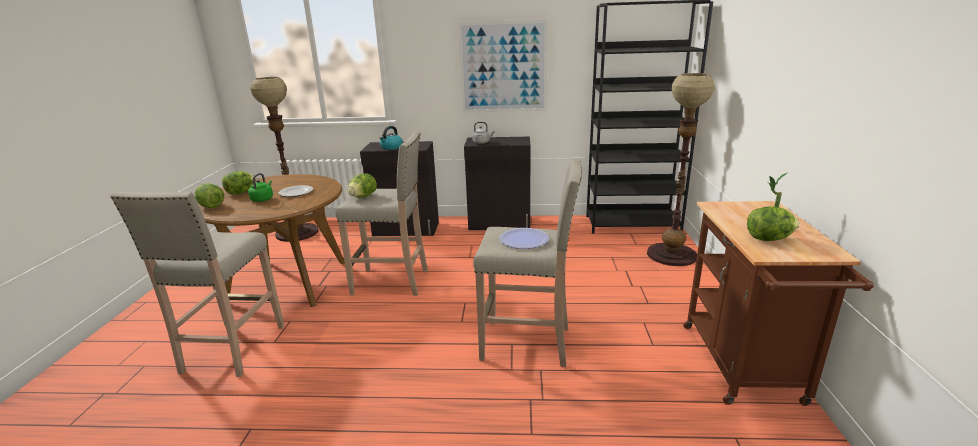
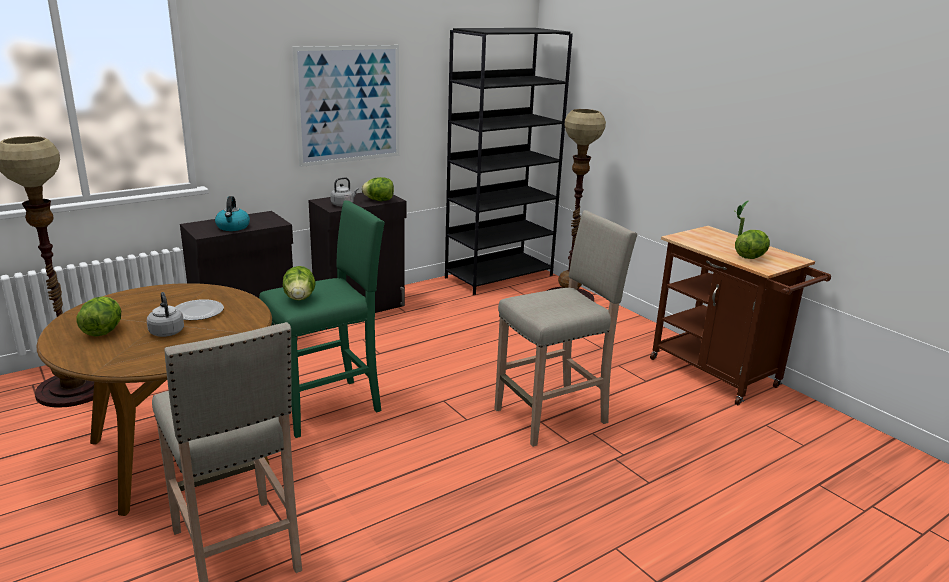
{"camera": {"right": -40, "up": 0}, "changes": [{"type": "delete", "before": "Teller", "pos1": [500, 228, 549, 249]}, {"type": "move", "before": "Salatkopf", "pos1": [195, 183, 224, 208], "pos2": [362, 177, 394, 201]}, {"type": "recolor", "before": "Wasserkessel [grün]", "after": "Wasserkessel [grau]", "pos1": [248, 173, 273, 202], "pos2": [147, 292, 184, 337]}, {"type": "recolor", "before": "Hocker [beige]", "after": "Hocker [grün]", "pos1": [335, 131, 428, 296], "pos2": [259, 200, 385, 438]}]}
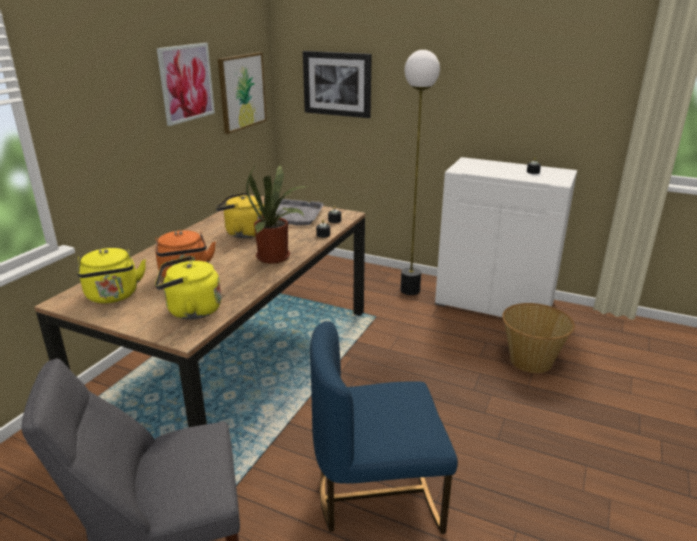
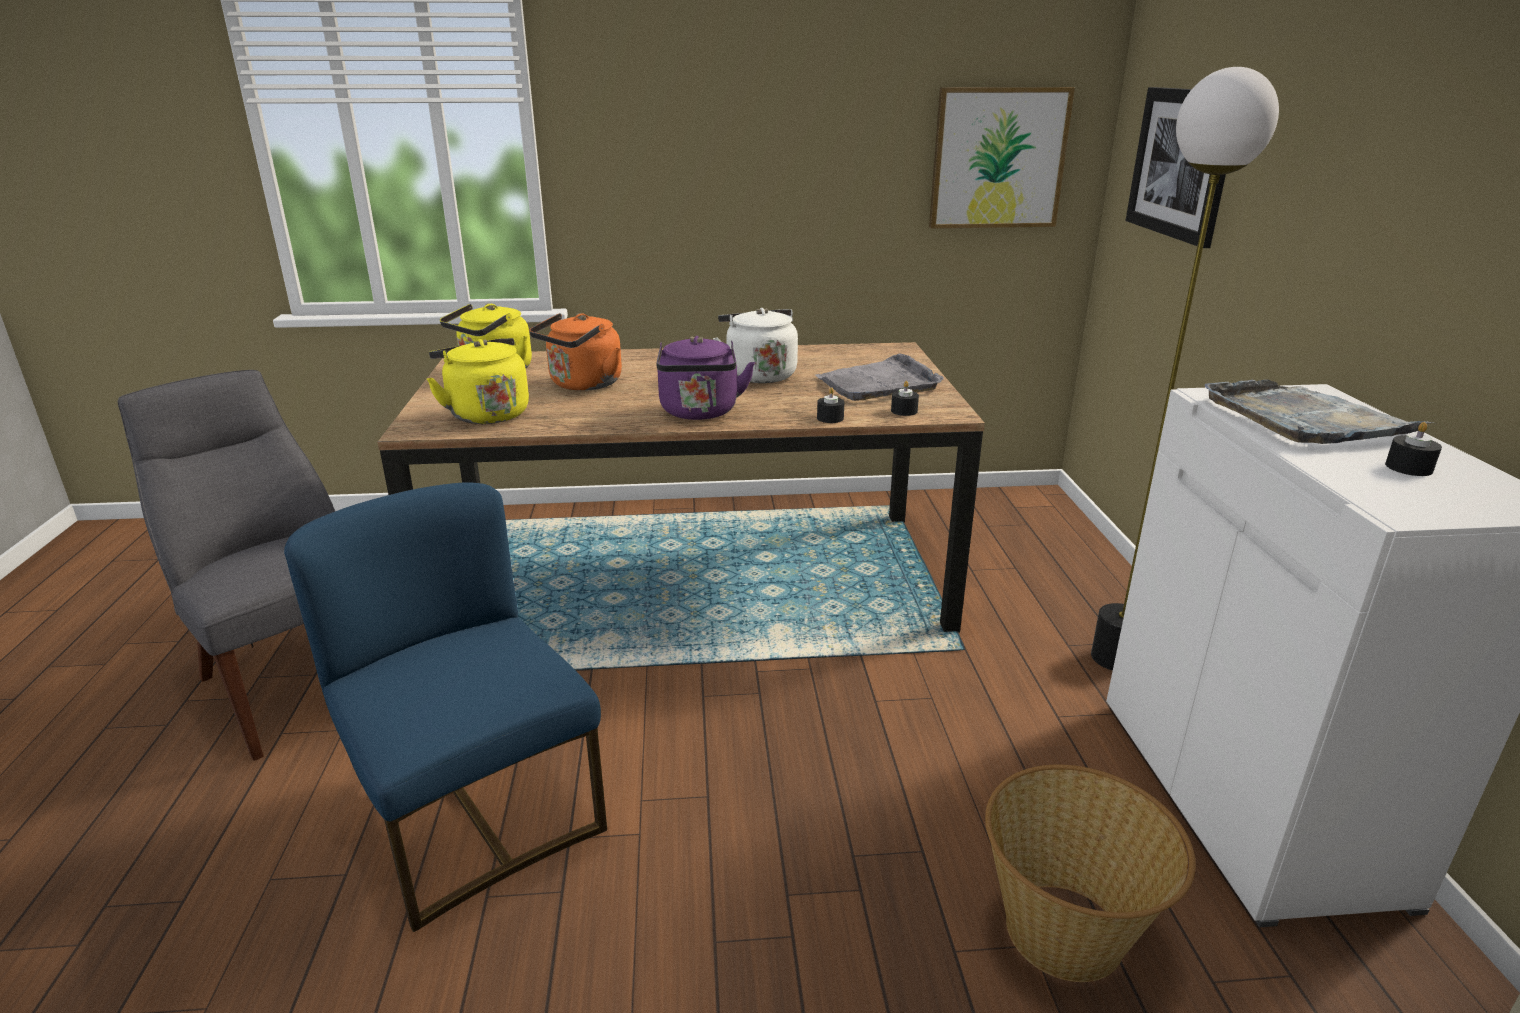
{"camera": {"right": 60, "up": 0}, "changes": [{"type": "delete", "before": "Bild", "pos1": [157, 43, 215, 126]}, {"type": "insert", "after": "Tablett [grau]", "pos2": [1205, 379, 1434, 444]}, {"type": "replace", "before": "Topfpflanze", "after": "Wasserkessel [lila]", "pos1": [246, 164, 309, 264], "pos2": [657, 336, 755, 420]}, {"type": "recolor", "before": "Wasserkessel [gelb]", "after": "Wasserkessel [weiß]", "pos1": [216, 192, 264, 238], "pos2": [713, 308, 798, 383]}]}
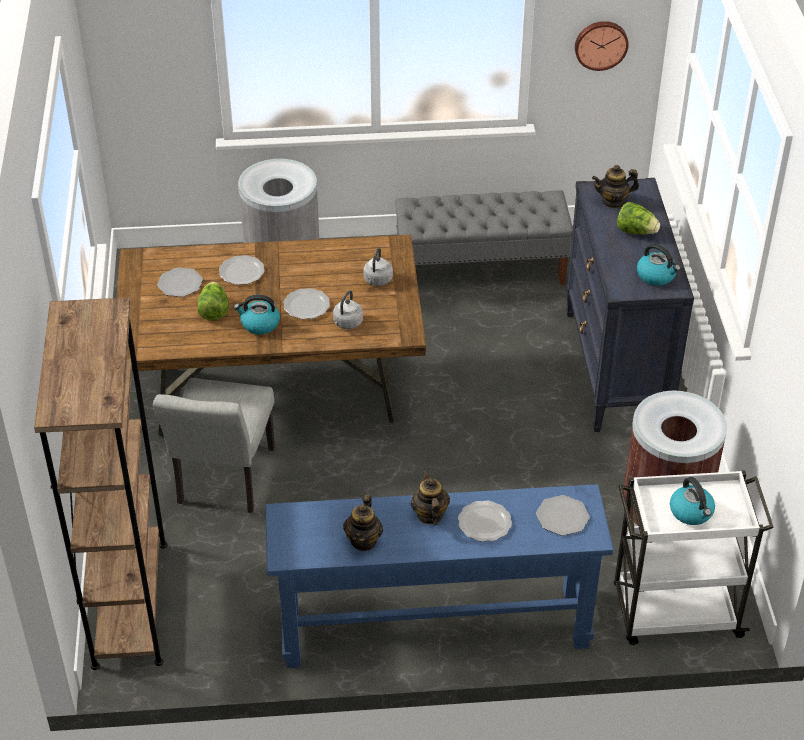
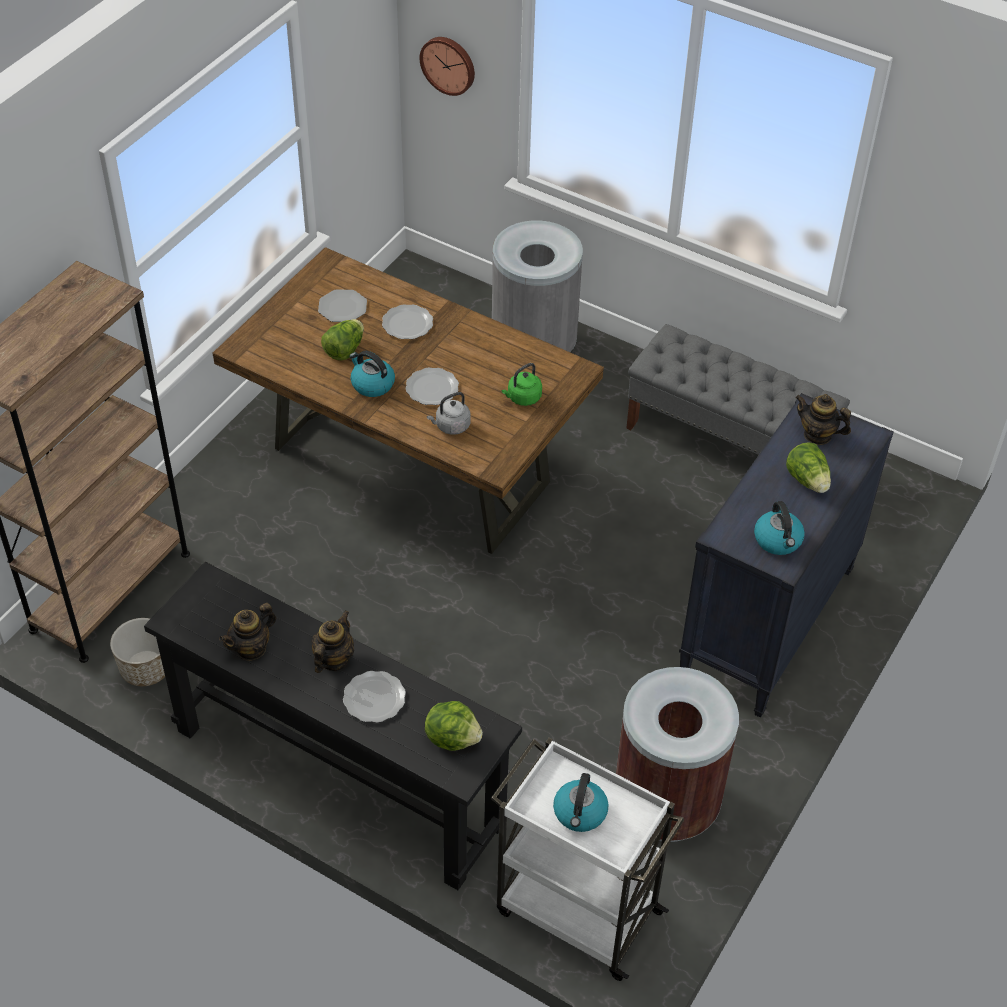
{"camera": {"right": 35, "up": 5}, "changes": [{"type": "delete", "before": "Stuhl [grau]", "pos1": [153, 378, 275, 513]}, {"type": "insert", "after": "Pflanzkübel", "pos2": [110, 618, 165, 686]}, {"type": "move", "before": "Wanduhr", "pos1": [575, 21, 629, 71], "pos2": [420, 37, 475, 96]}, {"type": "replace", "before": "Teller", "after": "Salatkopf", "pos1": [536, 495, 590, 536], "pos2": [425, 701, 483, 751]}, {"type": "recolor", "before": "Konsolentisch [blau]", "after": "Konsolentisch [schwarz]", "pos1": [265, 484, 614, 668], "pos2": [144, 562, 522, 890]}, {"type": "recolor", "before": "Wasserkessel [grau]", "after": "Wasserkessel [grün]", "pos1": [364, 248, 393, 286], "pos2": [502, 363, 542, 406]}]}
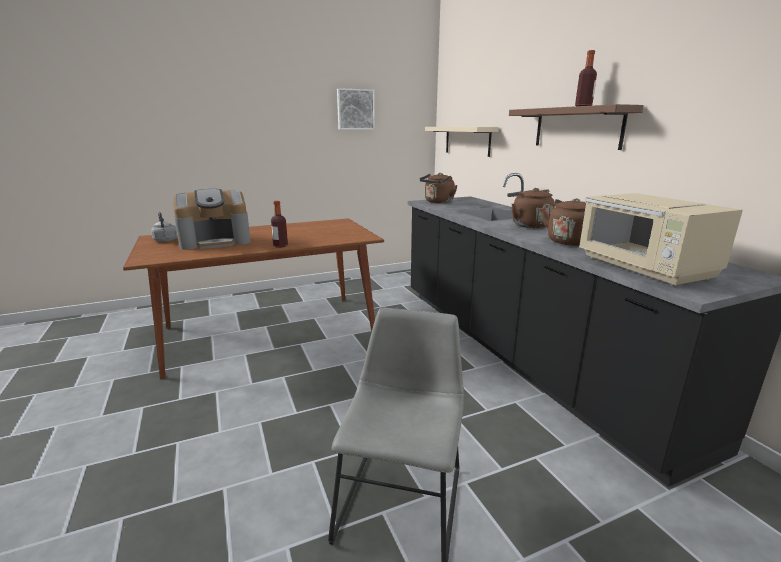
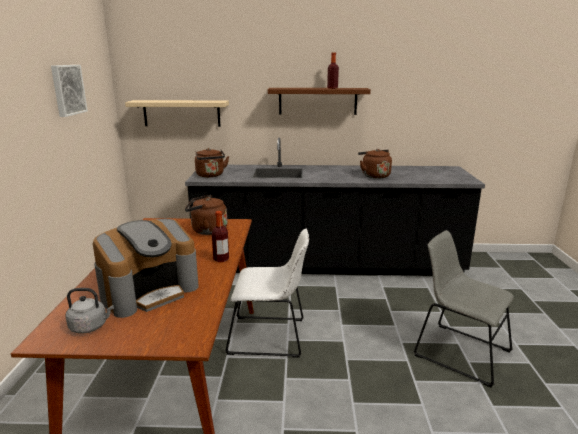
{"camera": {"right": -65, "up": 0}, "changes": [{"type": "delete", "before": "Mikrowelle [beige]", "pos1": [579, 193, 743, 286]}, {"type": "insert", "after": "Stuhl [weiß]", "pos2": [225, 229, 309, 358]}, {"type": "move", "before": "Wasserkessel [braun]", "pos1": [507, 188, 555, 228], "pos2": [185, 195, 228, 235]}, {"type": "rotate", "before": "Kaffeemaschine", "pos1": [173, 189, 251, 250], "pos2": [93, 219, 199, 318], "turn": 45}]}
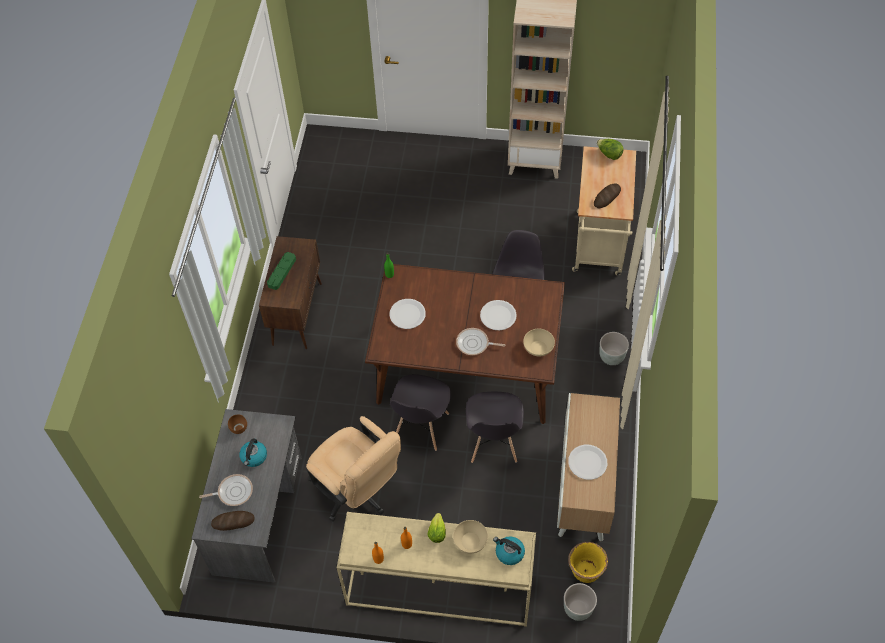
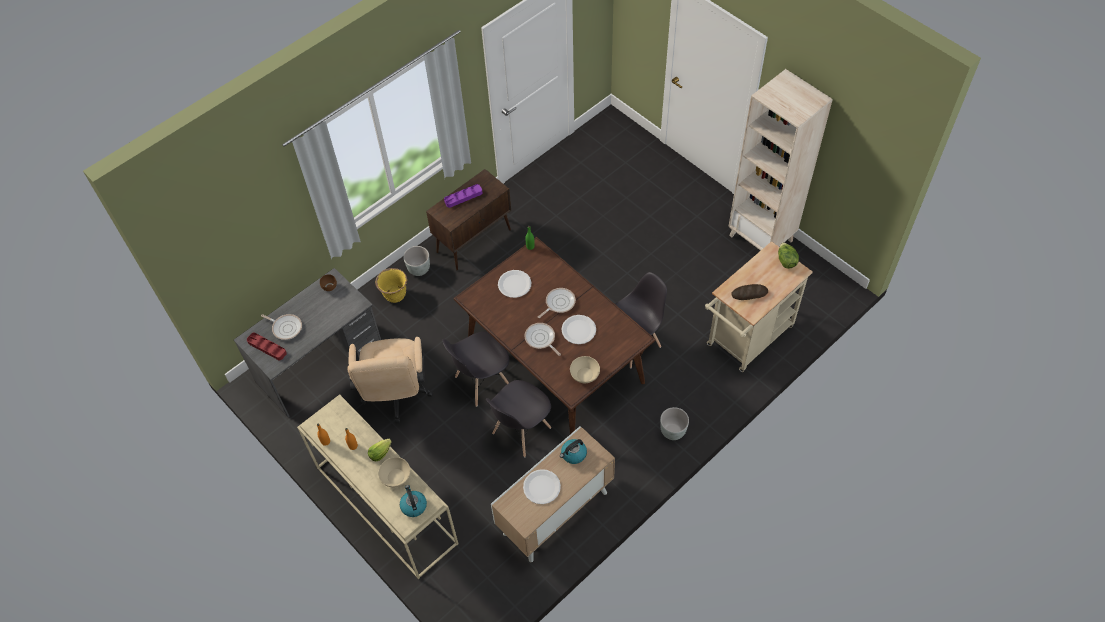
{"camera": {"right": 40, "up": 0}, "changes": [{"type": "insert", "after": "Pfanne", "pos2": [538, 288, 576, 318]}, {"type": "move", "before": "Wasserkessel", "pos1": [239, 438, 267, 467], "pos2": [560, 439, 587, 464]}, {"type": "move", "before": "Pflanzkübel [grau]", "pos1": [564, 583, 597, 621], "pos2": [403, 246, 430, 276]}, {"type": "move", "before": "Pflanzkübel [gelb]", "pos1": [568, 542, 608, 583], "pos2": [375, 268, 407, 303]}, {"type": "replace", "before": "Brot", "after": "Tablett [rot]", "pos1": [211, 511, 255, 531], "pos2": [247, 333, 287, 360]}, {"type": "recolor", "before": "Tablett [grün]", "after": "Tablett [lila]", "pos1": [267, 252, 296, 290], "pos2": [444, 184, 483, 208]}]}
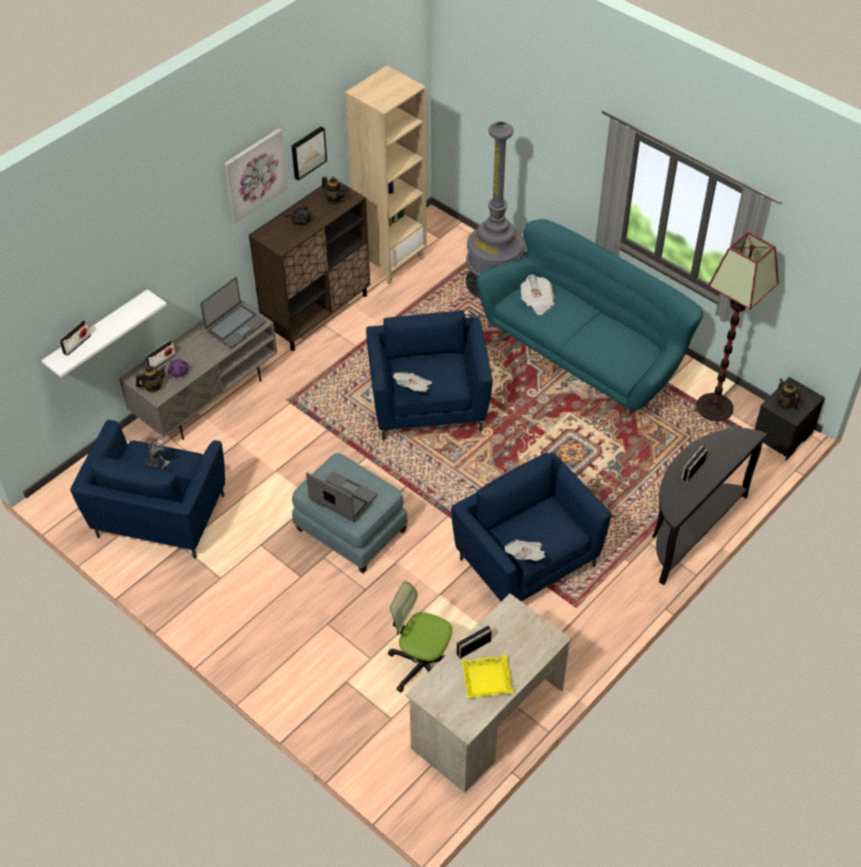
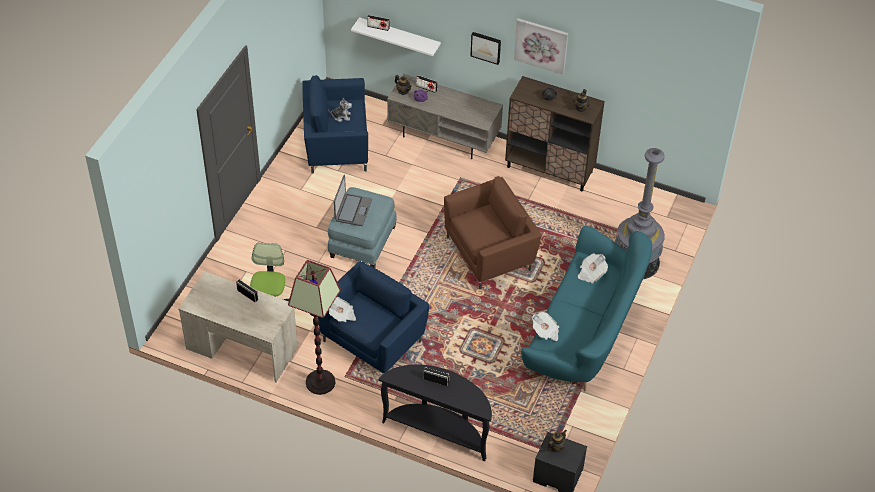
{"camera": {"right": 70, "up": 0}, "changes": [{"type": "delete", "before": "Laptop", "pos1": [200, 277, 266, 348]}, {"type": "delete", "before": "Bücherregal [beige]", "pos1": [345, 66, 427, 284]}, {"type": "delete", "before": "Tablett [gelb]", "pos1": [461, 655, 514, 698]}, {"type": "move", "before": "Bild", "pos1": [292, 126, 327, 180], "pos2": [470, 32, 501, 65]}, {"type": "move", "before": "Zeitung", "pos1": [393, 373, 432, 392], "pos2": [532, 312, 559, 341]}, {"type": "move", "before": "Stehlampe", "pos1": [696, 232, 779, 421], "pos2": [288, 260, 341, 395]}, {"type": "recolor", "before": "Sessel [blau]", "after": "Sessel [braun]", "pos1": [366, 310, 493, 440], "pos2": [444, 176, 541, 289]}]}
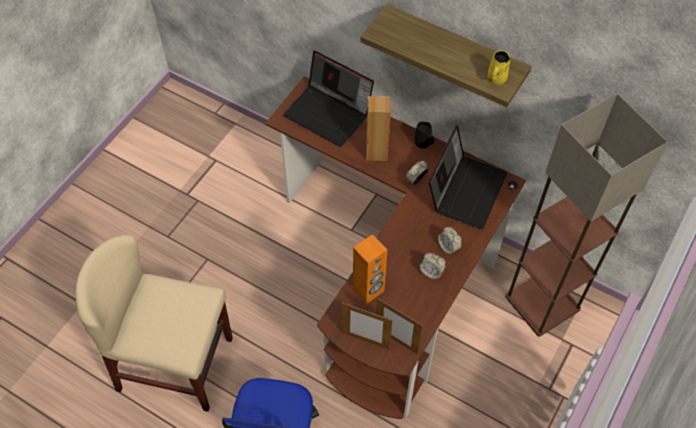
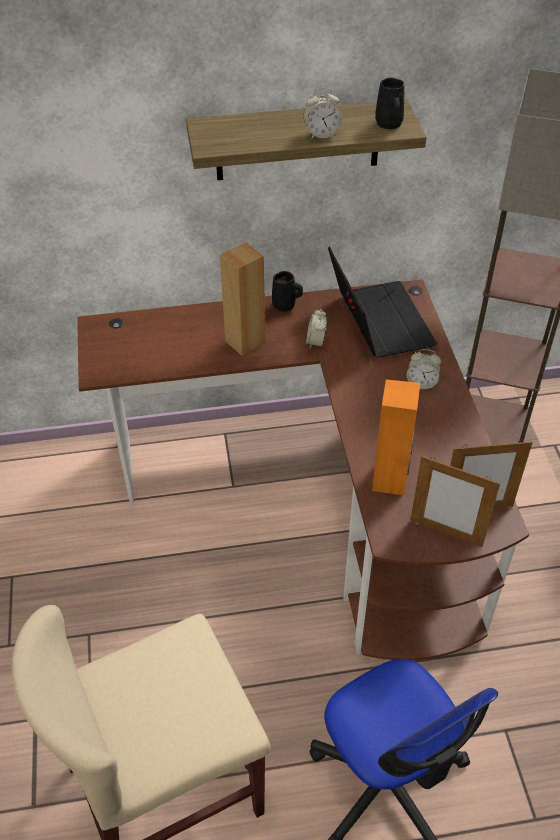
{"camera": {"right": -40, "up": -10}, "changes": [{"type": "delete", "before": "Laptop", "pos1": [283, 51, 374, 147]}, {"type": "move", "before": "Wecker", "pos1": [420, 253, 446, 279], "pos2": [303, 88, 342, 139]}, {"type": "recolor", "before": "Henkelbecher [gelb]", "after": "Henkelbecher [schwarz]", "pos1": [488, 50, 510, 85], "pos2": [375, 78, 404, 129]}, {"type": "rotate", "before": "Bilderrahmen", "pos1": [342, 303, 392, 349], "pos2": [411, 456, 500, 547], "turn": 45}]}
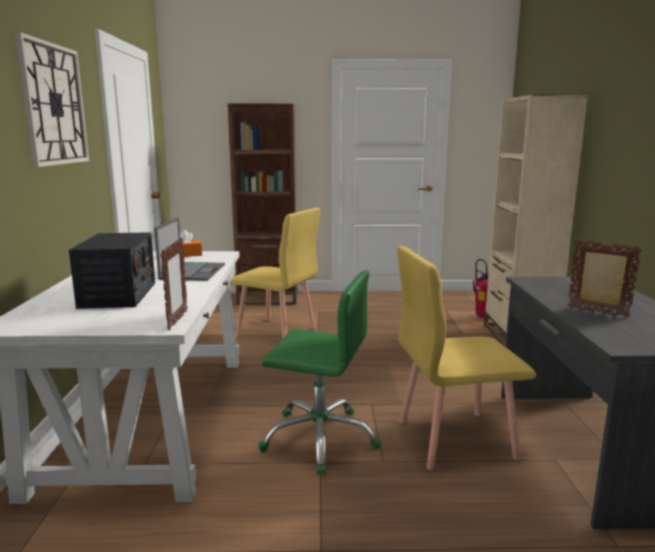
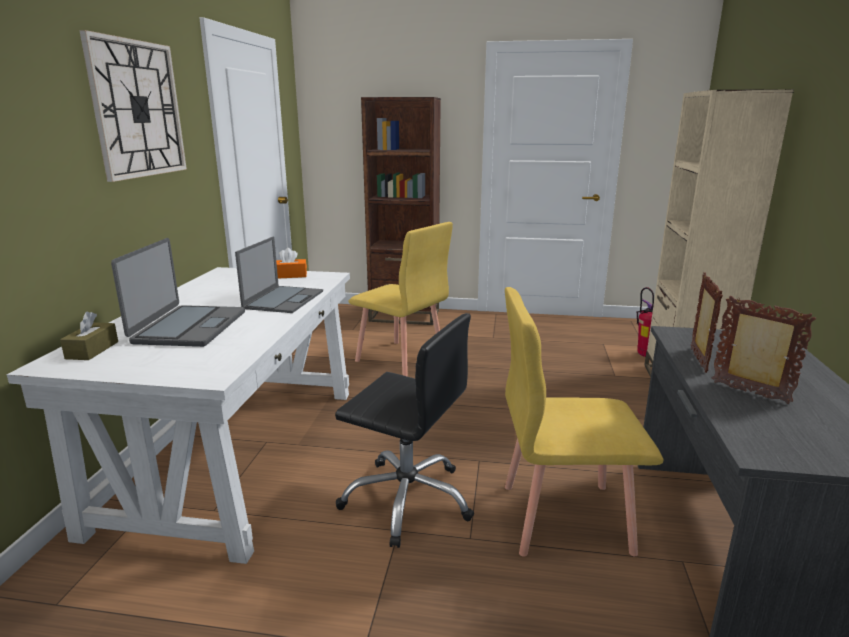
{"camera": {"right": 10, "up": 5}, "changes": [{"type": "insert", "after": "Taschentuchbox [braun]", "pos2": [60, 312, 118, 360]}, {"type": "move", "before": "Bilderrahmen", "pos1": [161, 238, 188, 330], "pos2": [691, 272, 723, 373]}, {"type": "replace", "before": "Radio", "after": "Laptop", "pos1": [69, 232, 155, 309], "pos2": [111, 238, 245, 347]}, {"type": "recolor", "before": "Bürostuhl [grün]", "after": "Bürostuhl [schwarz]", "pos1": [258, 270, 381, 475], "pos2": [335, 313, 474, 548]}]}
